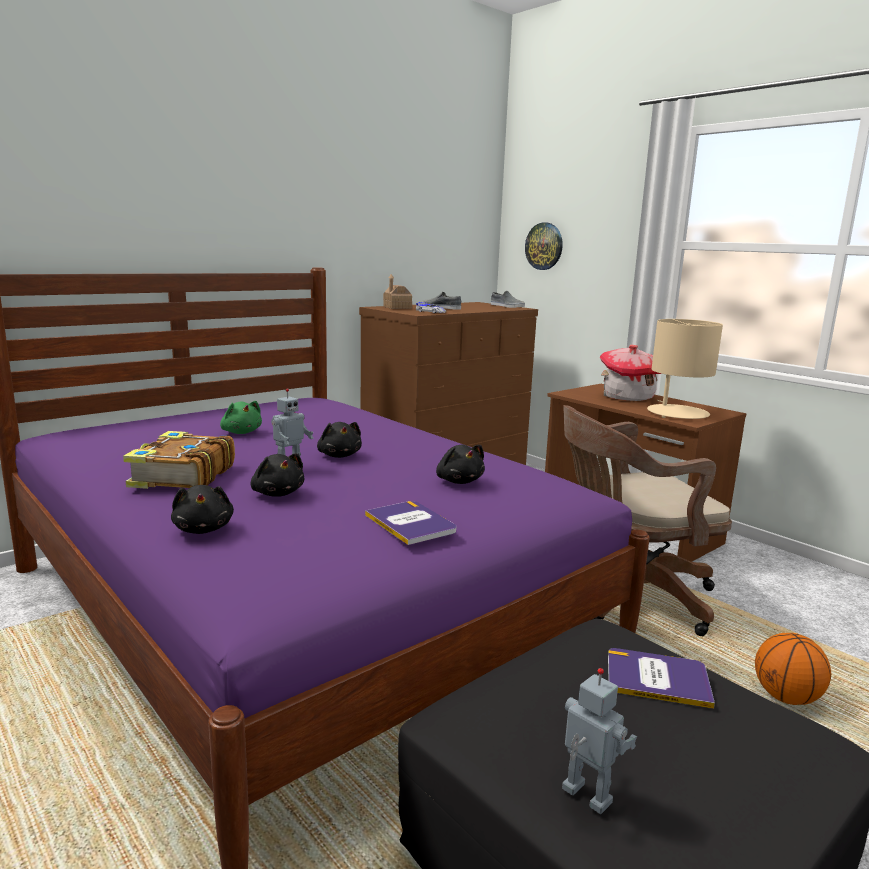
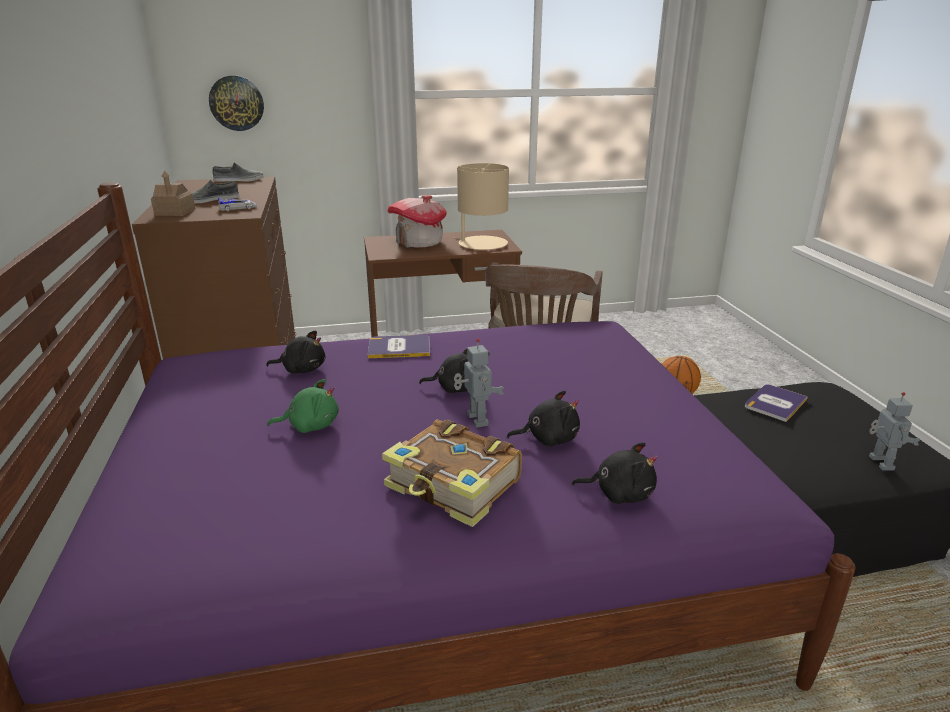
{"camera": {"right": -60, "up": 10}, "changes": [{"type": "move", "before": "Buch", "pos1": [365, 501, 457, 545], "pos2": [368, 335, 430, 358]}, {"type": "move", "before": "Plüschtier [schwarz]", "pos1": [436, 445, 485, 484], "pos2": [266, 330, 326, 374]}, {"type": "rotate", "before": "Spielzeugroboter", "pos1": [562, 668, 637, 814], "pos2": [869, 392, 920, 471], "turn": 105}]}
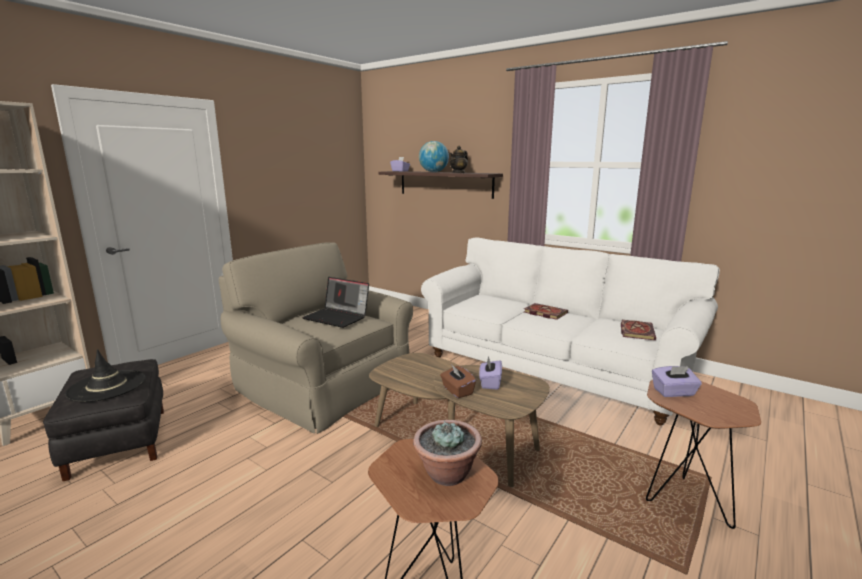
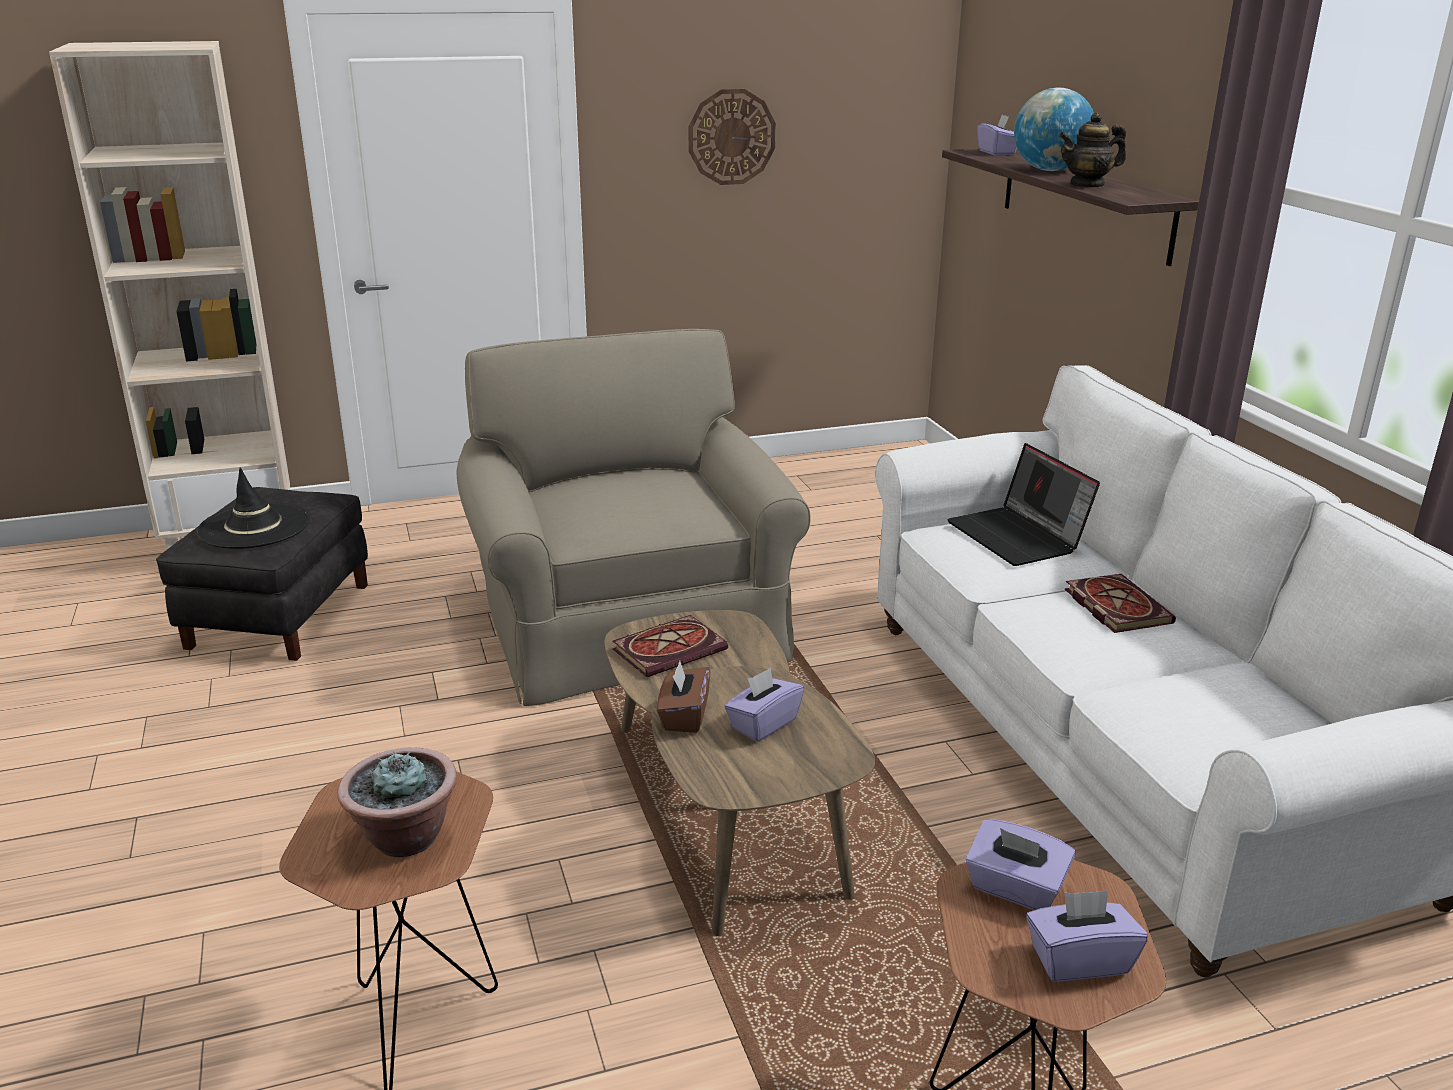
{"camera": {"right": 35, "up": 10}, "changes": [{"type": "insert", "after": "Wanduhr", "pos2": [689, 89, 776, 185]}, {"type": "insert", "after": "Taschentuchbox [lila]", "pos2": [1026, 890, 1148, 981]}, {"type": "move", "before": "Laptop", "pos1": [302, 277, 369, 328], "pos2": [947, 443, 1100, 566]}, {"type": "move", "before": "Buch", "pos1": [621, 320, 656, 340], "pos2": [612, 615, 728, 677]}]}
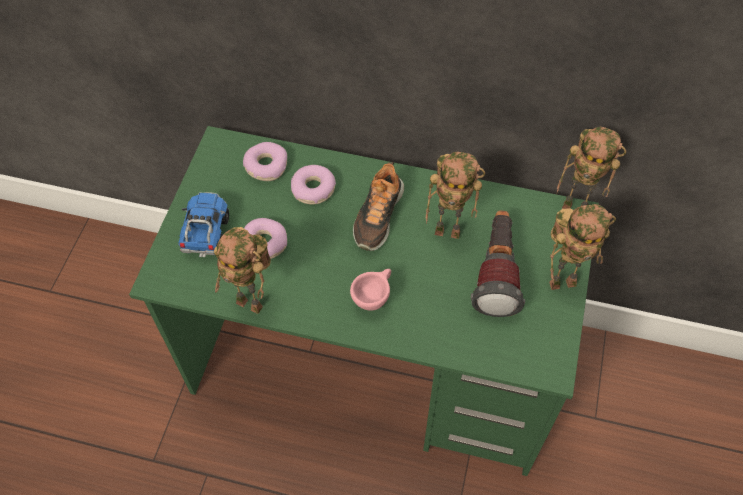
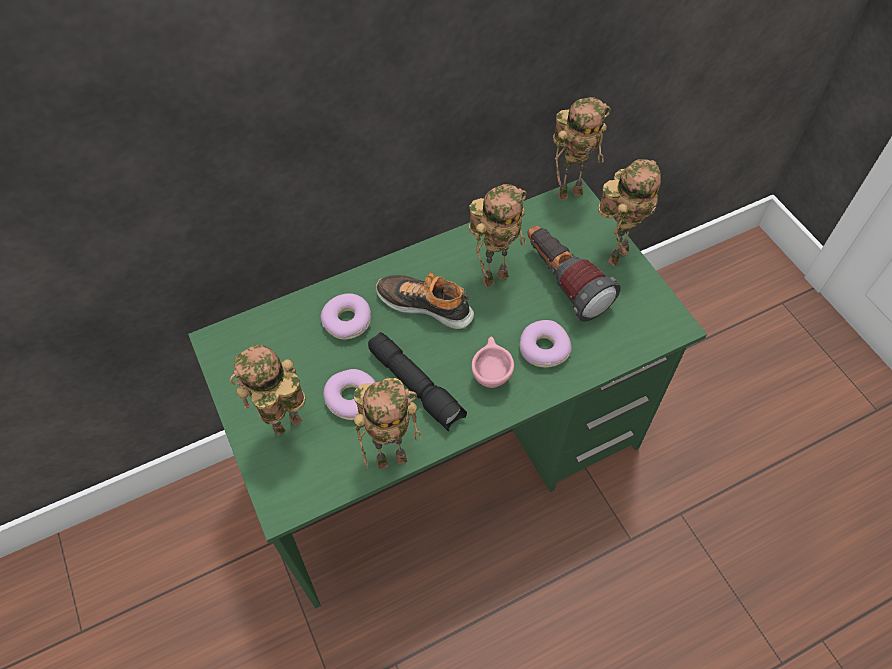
{"camera": {"right": -40, "up": 0}, "changes": [{"type": "insert", "after": "Taschenlampe [schwarz]", "pos2": [368, 332, 467, 431]}, {"type": "move", "before": "Donut", "pos1": [243, 142, 287, 181], "pos2": [520, 320, 572, 368]}, {"type": "replace", "before": "Spielzeuglaster", "after": "Spielzeugroboter", "pos1": [178, 192, 229, 257], "pos2": [230, 345, 306, 436]}, {"type": "rotate", "before": "Schuh", "pos1": [353, 162, 404, 251], "pos2": [376, 272, 474, 329], "turn": 135}]}
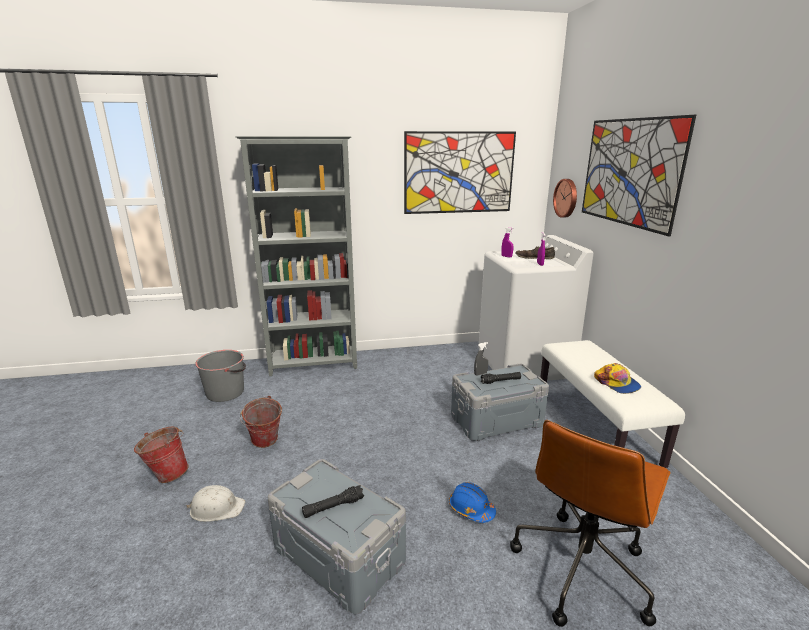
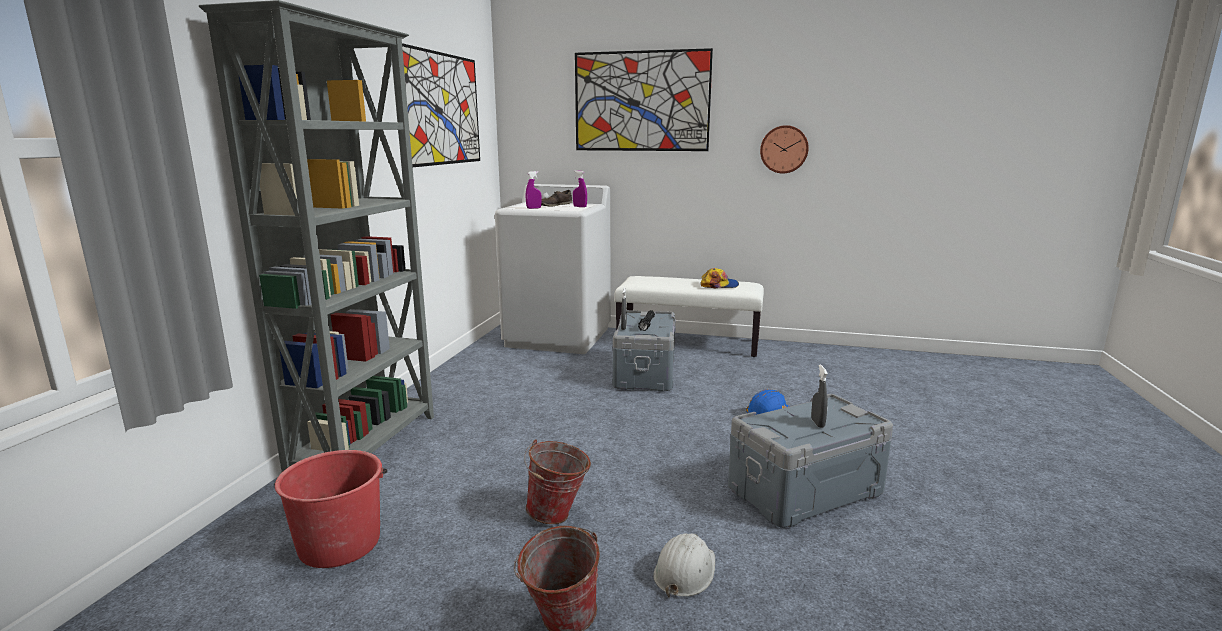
{"camera": {"right": -65, "up": -5}, "changes": [{"type": "delete", "before": "Bürostuhl [braun]", "pos1": [510, 420, 670, 627]}, {"type": "move", "before": "Wanduhr", "pos1": [553, 179, 577, 218], "pos2": [760, 125, 809, 174]}, {"type": "replace", "before": "Taschenlampe [schwarz]", "after": "Sprühflasche [grau]", "pos1": [302, 485, 364, 518], "pos2": [811, 364, 828, 428]}, {"type": "recolor", "before": "Eimer [grau]", "after": "Eimer [rot]", "pos1": [195, 350, 246, 402], "pos2": [274, 450, 387, 568]}]}
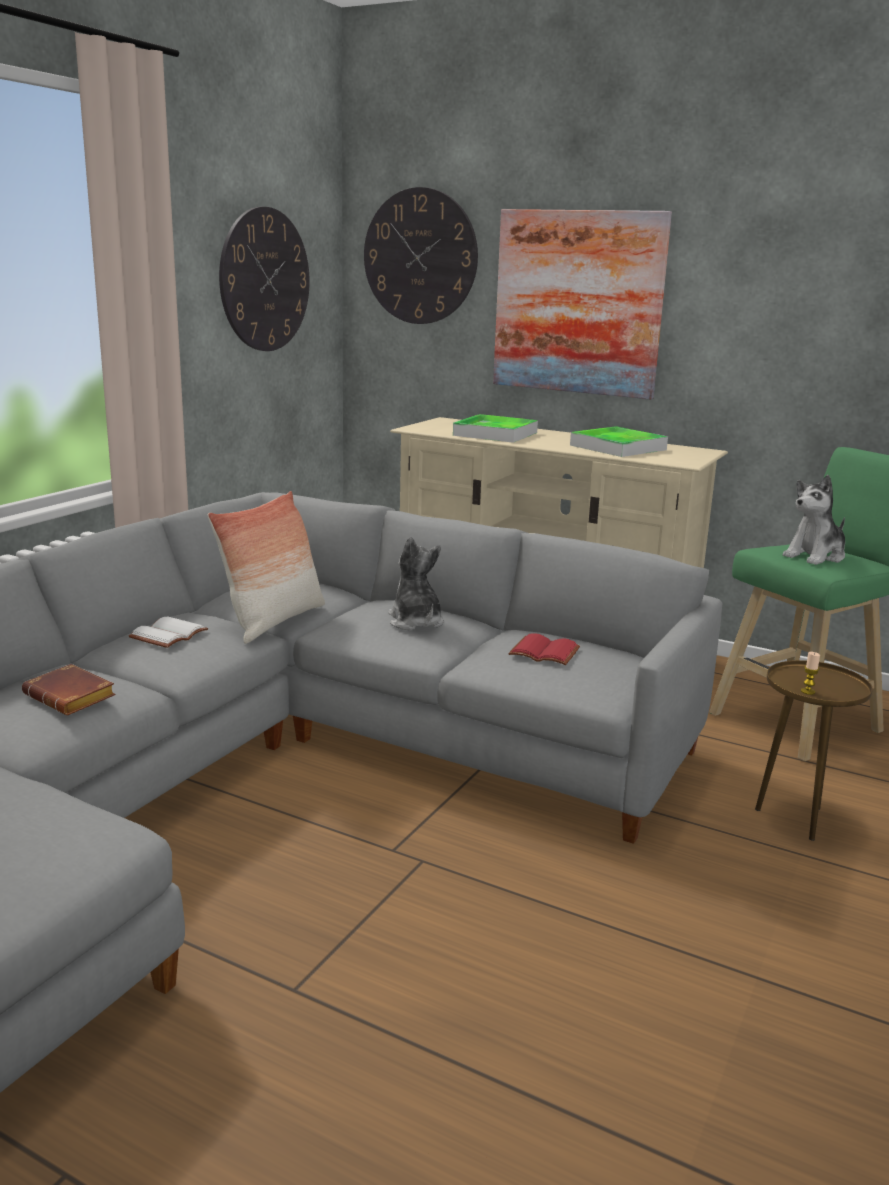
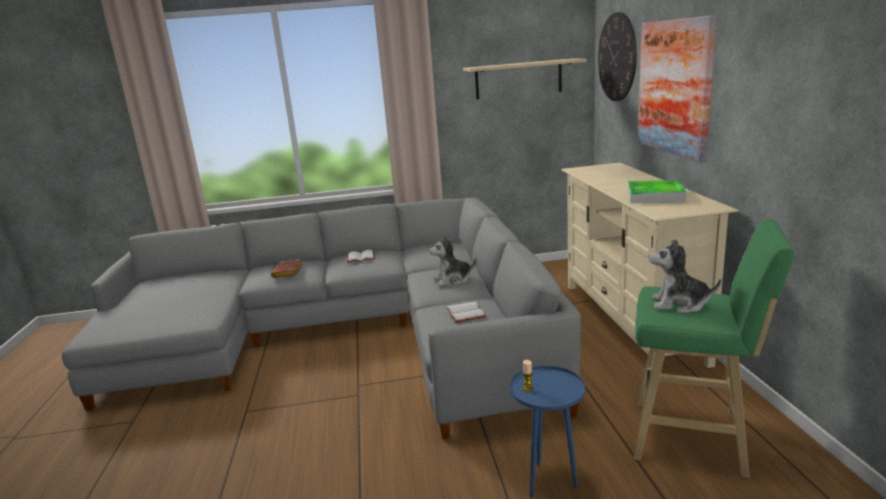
{"camera": {"right": 55, "up": 0}, "changes": [{"type": "delete", "before": "Kissen", "pos1": [207, 491, 325, 644]}, {"type": "delete", "before": "Tablett", "pos1": [453, 414, 538, 443]}, {"type": "replace", "before": "Wanduhr", "after": "Wandregal [beige]", "pos1": [219, 207, 310, 351], "pos2": [463, 59, 586, 99]}, {"type": "recolor", "before": "Buch [rot]", "after": "Buch [weiß]", "pos1": [508, 633, 580, 665], "pos2": [446, 301, 486, 323]}, {"type": "recolor", "before": "Beistelltisch [braun]", "after": "Beistelltisch [blau]", "pos1": [755, 660, 873, 841], "pos2": [510, 366, 585, 497]}, {"type": "rotate", "before": "Plüschtier", "pos1": [389, 537, 444, 630], "pos2": [429, 235, 476, 286], "turn": -135}]}
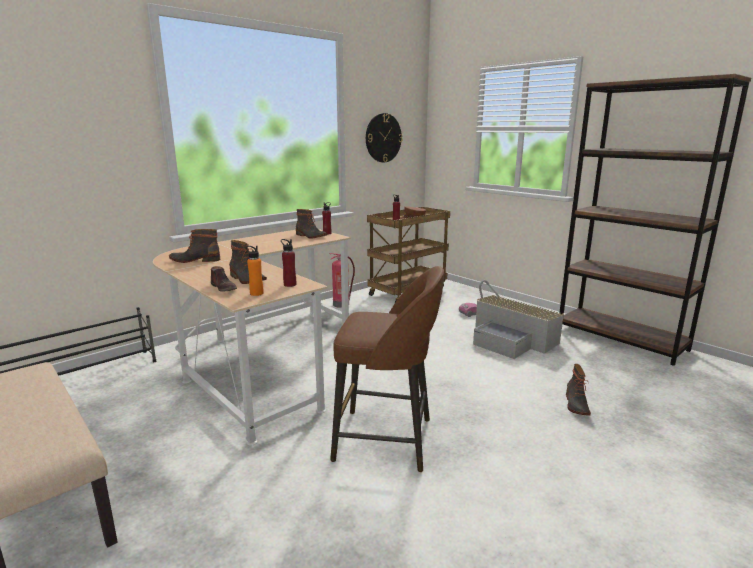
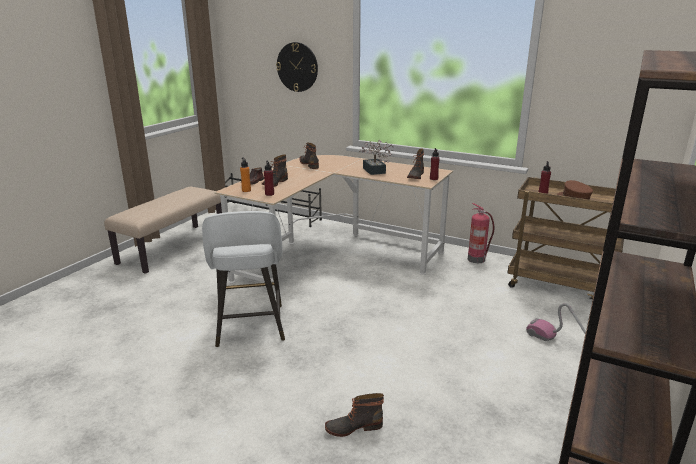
{"camera": {"right": 70, "up": 5}, "changes": [{"type": "delete", "before": "Aufbewahrungsbox [grau]", "pos1": [473, 295, 564, 359]}, {"type": "insert", "after": "Topfpflanze", "pos2": [359, 140, 394, 175]}, {"type": "move", "before": "Wanduhr", "pos1": [366, 113, 402, 162], "pos2": [276, 42, 318, 92]}, {"type": "recolor", "before": "Hocker [braun]", "after": "Hocker [weiß]", "pos1": [330, 266, 444, 472], "pos2": [202, 211, 285, 347]}]}
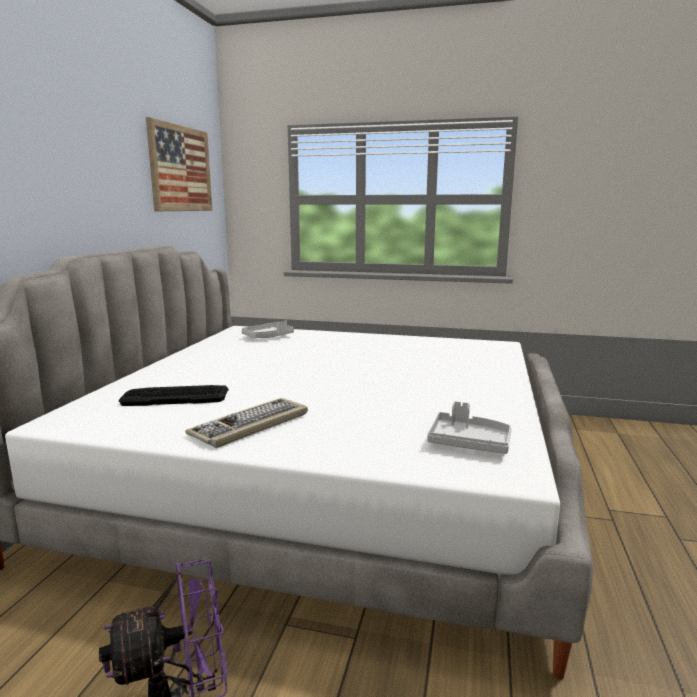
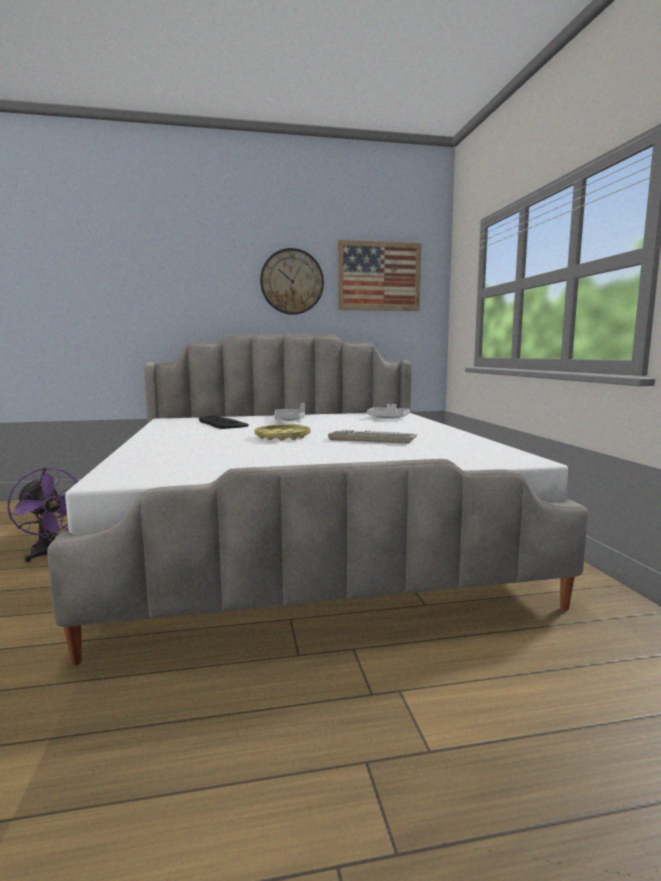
{"camera": {"right": 65, "up": -5}, "changes": [{"type": "insert", "after": "Tablett [gelb]", "pos2": [254, 424, 311, 441]}, {"type": "insert", "after": "Wanduhr", "pos2": [260, 248, 324, 315]}, {"type": "move", "before": "Tastatur", "pos1": [185, 398, 308, 448], "pos2": [328, 430, 417, 444]}, {"type": "move", "before": "Tablett [grau]", "pos1": [427, 401, 512, 454], "pos2": [274, 403, 305, 421]}]}
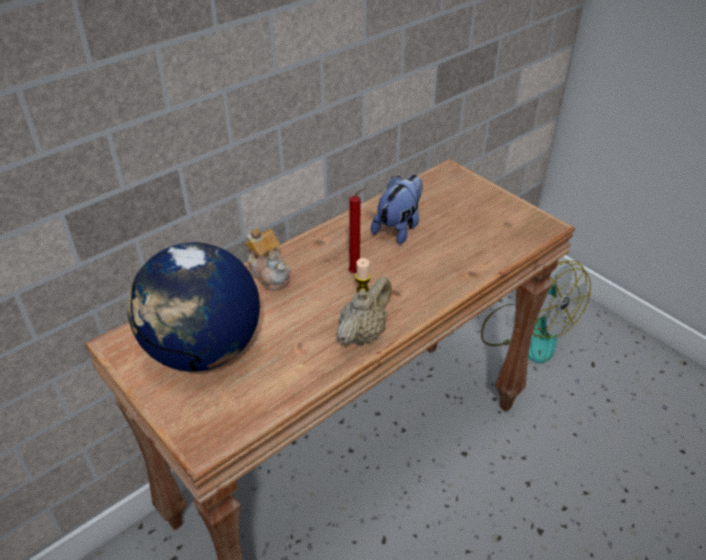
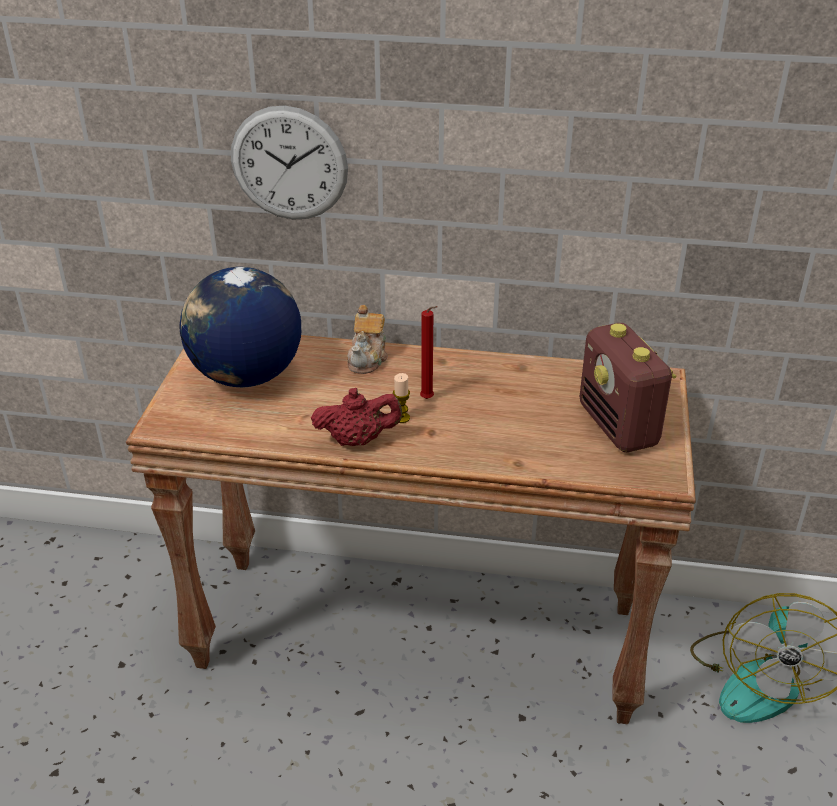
{"camera": {"right": 50, "up": -5}, "changes": [{"type": "delete", "before": "Plüschtier", "pos1": [371, 175, 423, 244]}, {"type": "insert", "after": "Wanduhr", "pos2": [231, 105, 348, 220]}, {"type": "insert", "after": "Radio", "pos2": [579, 323, 676, 452]}, {"type": "recolor", "before": "Teekanne [beige]", "after": "Teekanne [rot]", "pos1": [337, 277, 392, 346], "pos2": [311, 388, 402, 446]}]}
